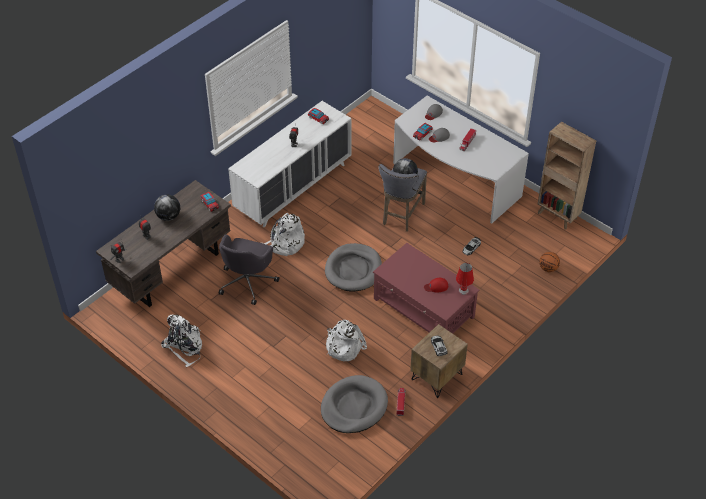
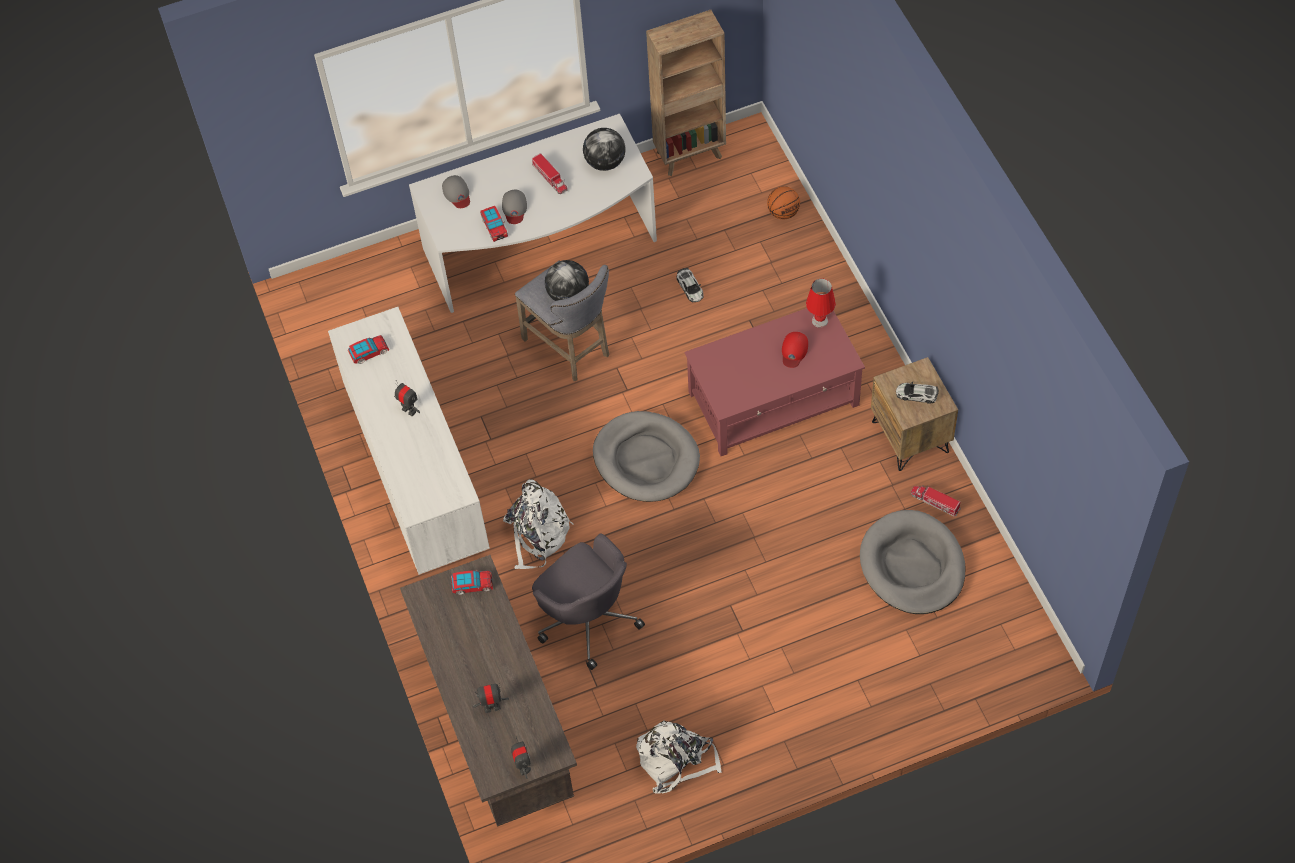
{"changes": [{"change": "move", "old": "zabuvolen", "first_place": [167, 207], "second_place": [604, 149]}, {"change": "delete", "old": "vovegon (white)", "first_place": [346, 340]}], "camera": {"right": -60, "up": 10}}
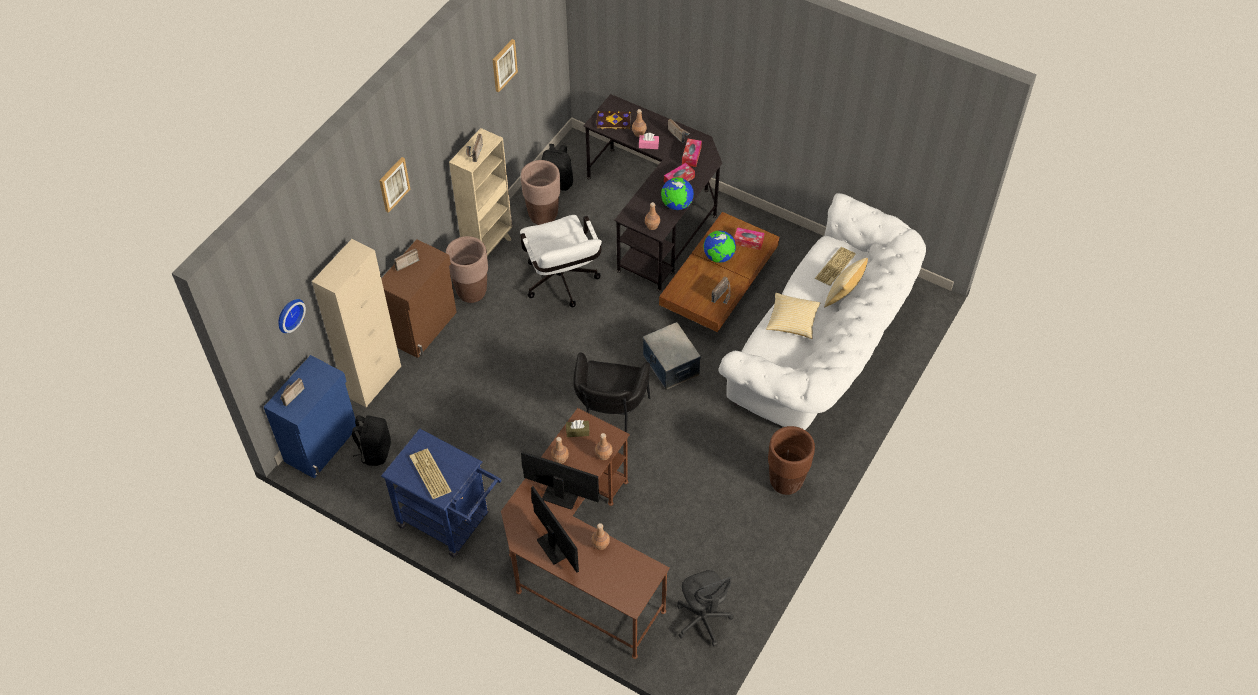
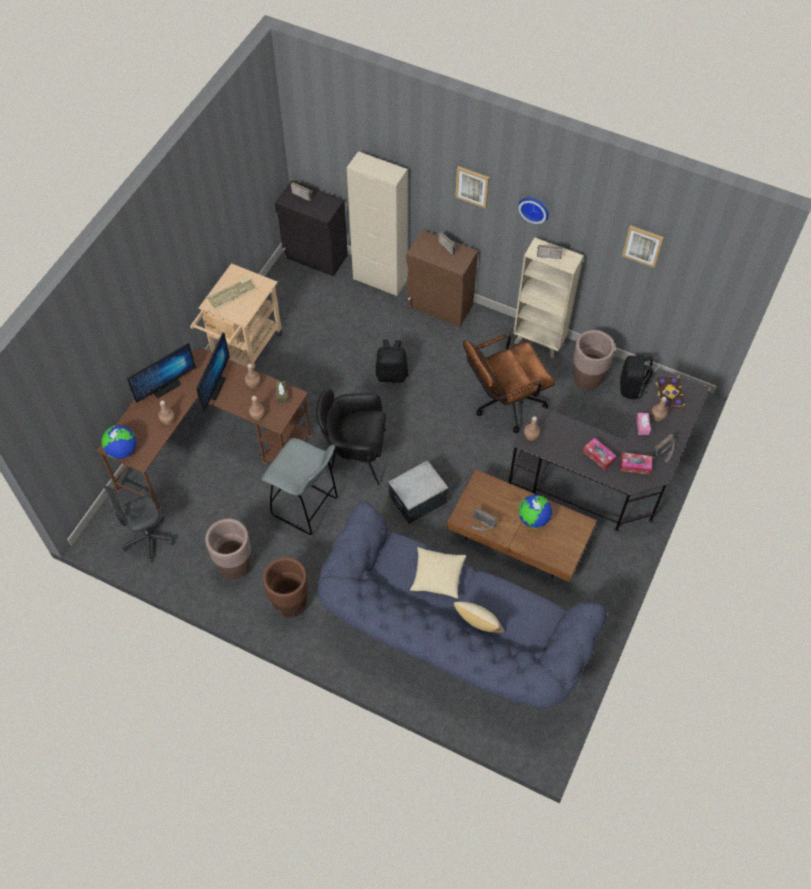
{"changes": [{"change": "move", "old": "zabuvolen", "first_place": [677, 193], "second_place": [119, 442]}, {"change": "recolor", "old": "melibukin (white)", "new": "melibukin (blue)", "first_place": [822, 311], "second_place": [462, 605]}, {"change": "recolor", "old": "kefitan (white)", "new": "kefitan (brown)", "first_place": [561, 261], "second_place": [509, 383]}, {"change": "delete", "old": "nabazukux", "first_place": [749, 238]}, {"change": "move", "old": "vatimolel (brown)", "first_place": [467, 269], "second_place": [228, 549]}, {"change": "delete", "old": "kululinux", "first_place": [835, 266]}, {"change": "move", "old": "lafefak", "first_place": [292, 316], "second_place": [533, 211]}, {"change": "recolor", "old": "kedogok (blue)", "new": "kedogok (black)", "first_place": [310, 416], "second_place": [311, 228]}, {"change": "move", "old": "vovegon (black)", "first_place": [371, 440], "second_place": [392, 361]}, {"change": "recolor", "old": "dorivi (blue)", "new": "dorivi (beige)", "first_place": [441, 493], "second_place": [236, 316]}, {"change": "insert", "new": "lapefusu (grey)", "second_place": [300, 487]}], "camera": {"right": 85, "up": 5}}
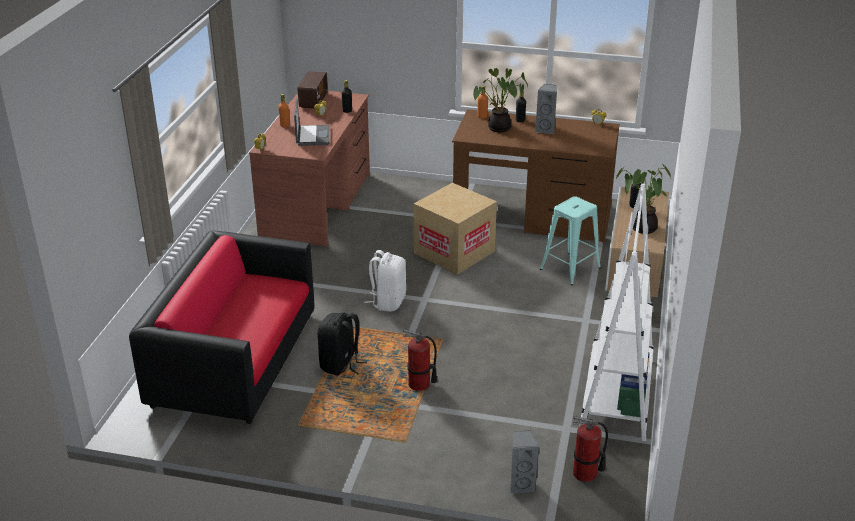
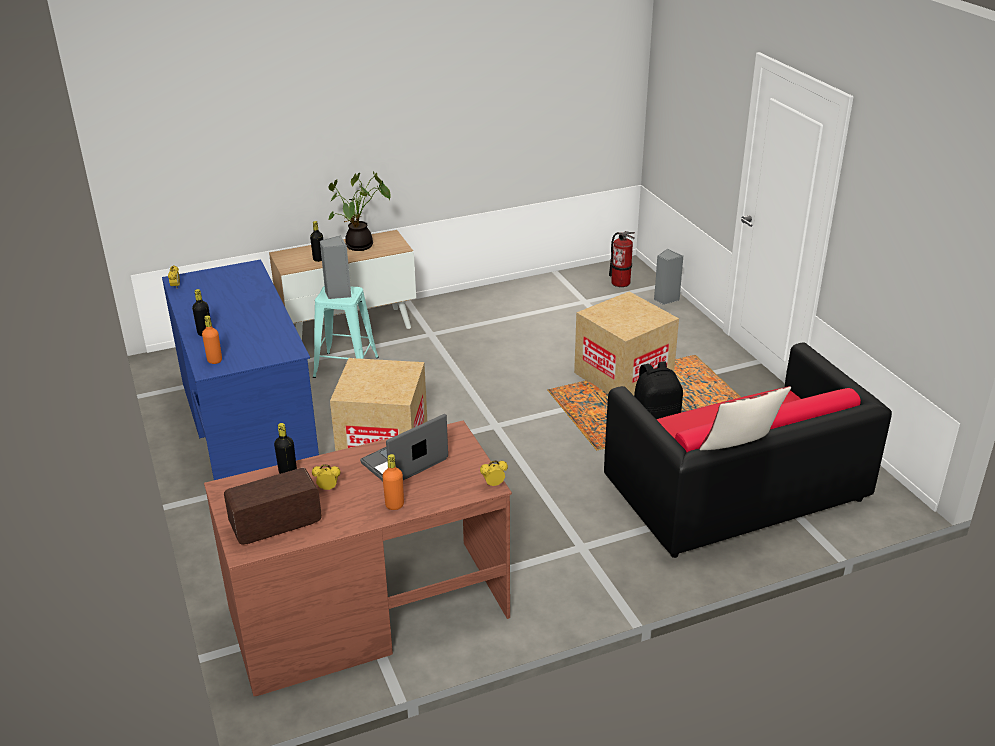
{"changes": [{"change": "delete", "old": "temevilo", "first_place": [500, 100]}, {"change": "move", "old": "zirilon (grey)", "first_place": [546, 109], "second_place": [335, 267]}, {"change": "recolor", "old": "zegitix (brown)", "new": "zegitix (blue)", "first_place": [536, 176], "second_place": [240, 369]}, {"change": "delete", "old": "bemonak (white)", "first_place": [617, 312]}, {"change": "delete", "old": "vovegon (white)", "first_place": [385, 281]}, {"change": "replace", "old": "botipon", "new": "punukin", "first_place": [420, 360], "second_place": [626, 343]}, {"change": "insert", "new": "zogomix", "second_place": [745, 418]}], "camera": {"right": -125, "up": 0}}
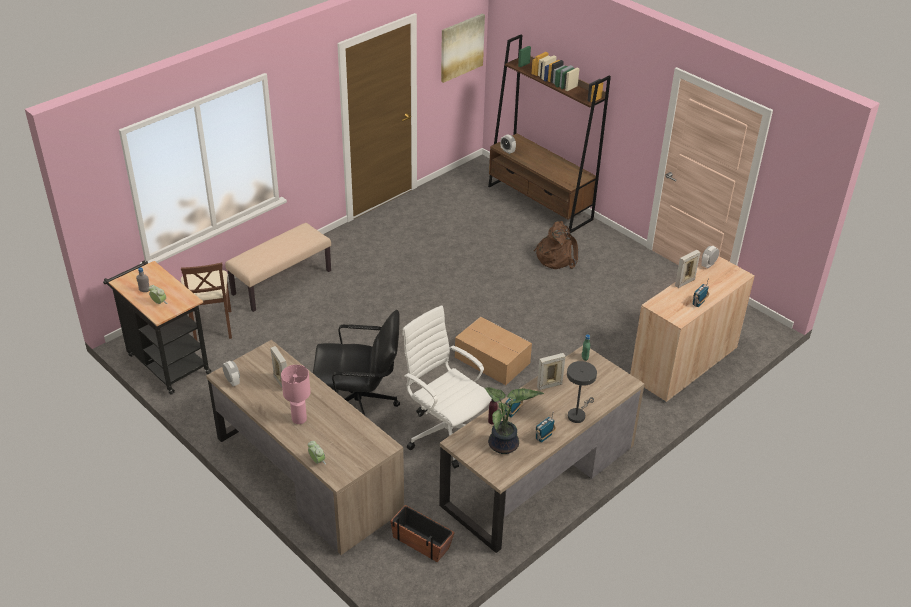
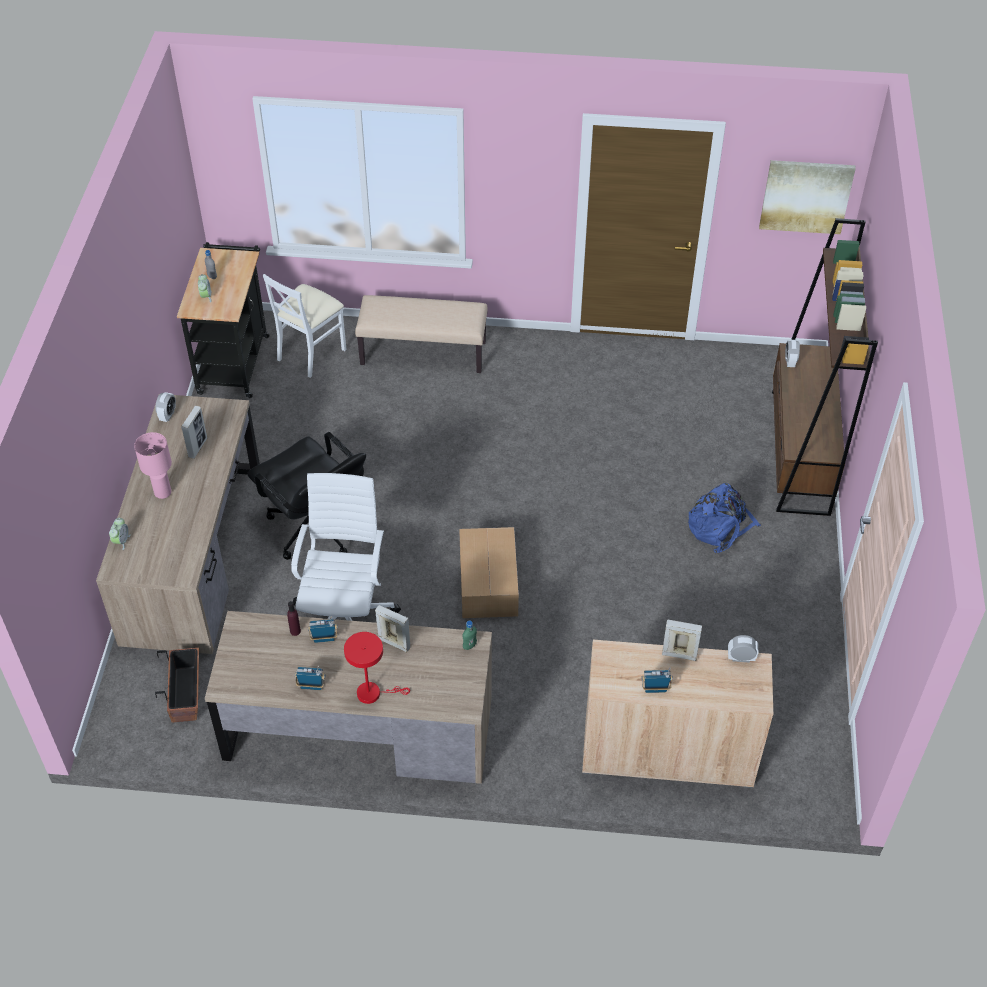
{"changes": [{"change": "recolor", "old": "vovegon (brown)", "new": "vovegon (blue)", "first_place": [556, 245], "second_place": [724, 518]}, {"change": "recolor", "old": "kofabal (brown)", "new": "kofabal (white)", "first_place": [206, 301], "second_place": [305, 326]}, {"change": "recolor", "old": "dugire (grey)", "new": "dugire (red)", "first_place": [582, 392], "second_place": [377, 668]}, {"change": "delete", "old": "temevilo", "first_place": [514, 420]}], "camera": {"right": 50, "up": 10}}
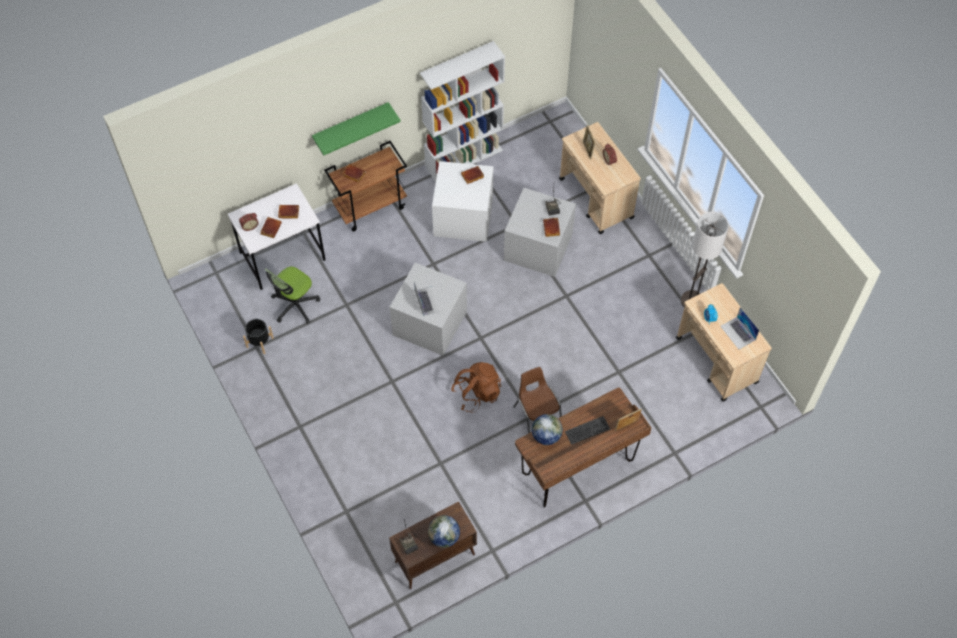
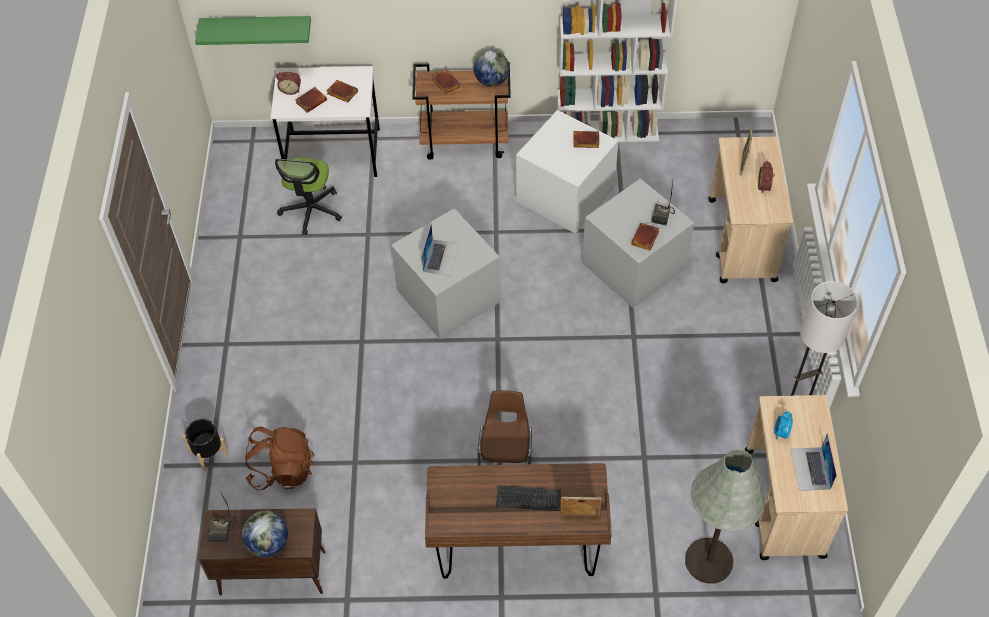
{"changes": [{"change": "move", "old": "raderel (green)", "first_place": [356, 129], "second_place": [253, 30]}, {"change": "rotate", "old": "kefitan", "first_place": [292, 295], "second_place": [308, 196], "degrees": -60}, {"change": "move", "old": "vatimolel (black)", "first_place": [258, 336], "second_place": [205, 445]}, {"change": "move", "old": "vovegon (brown)", "first_place": [476, 387], "second_place": [279, 458]}, {"change": "move", "old": "zabuvolen", "first_place": [547, 429], "second_place": [492, 68]}, {"change": "insert", "new": "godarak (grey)", "second_place": [725, 516]}], "camera": {"right": 30, "up": -5}}
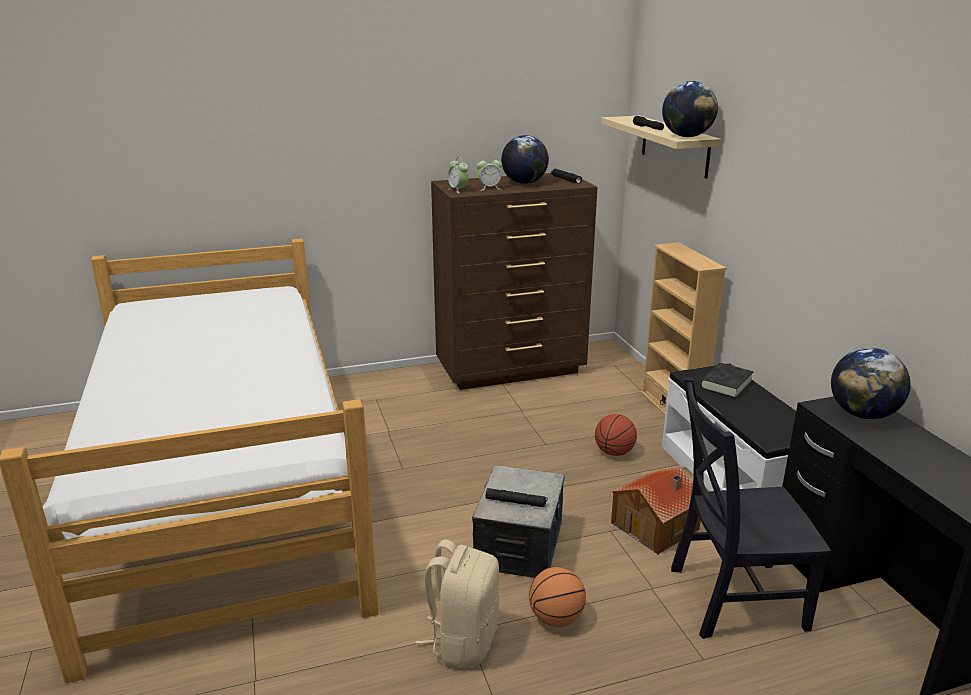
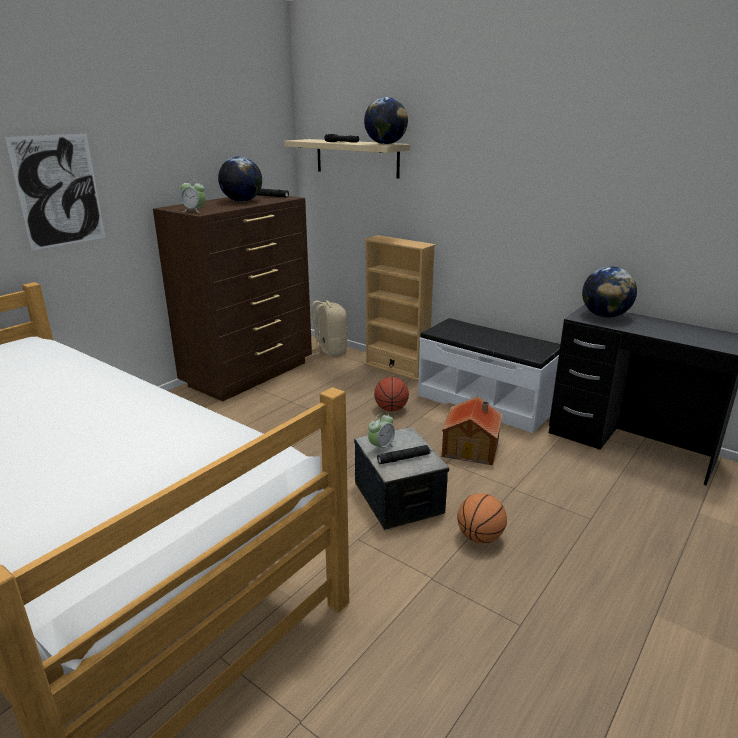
{"changes": [{"change": "move", "old": "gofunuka", "first_place": [489, 173], "second_place": [381, 434]}, {"change": "delete", "old": "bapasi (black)", "first_place": [727, 380]}, {"change": "delete", "old": "kofabal (black)", "first_place": [751, 508]}, {"change": "move", "old": "vovegon (beige)", "first_place": [457, 603], "second_place": [329, 328]}, {"change": "insert", "new": "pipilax", "second_place": [55, 192]}], "camera": {"right": -35, "up": 0}}
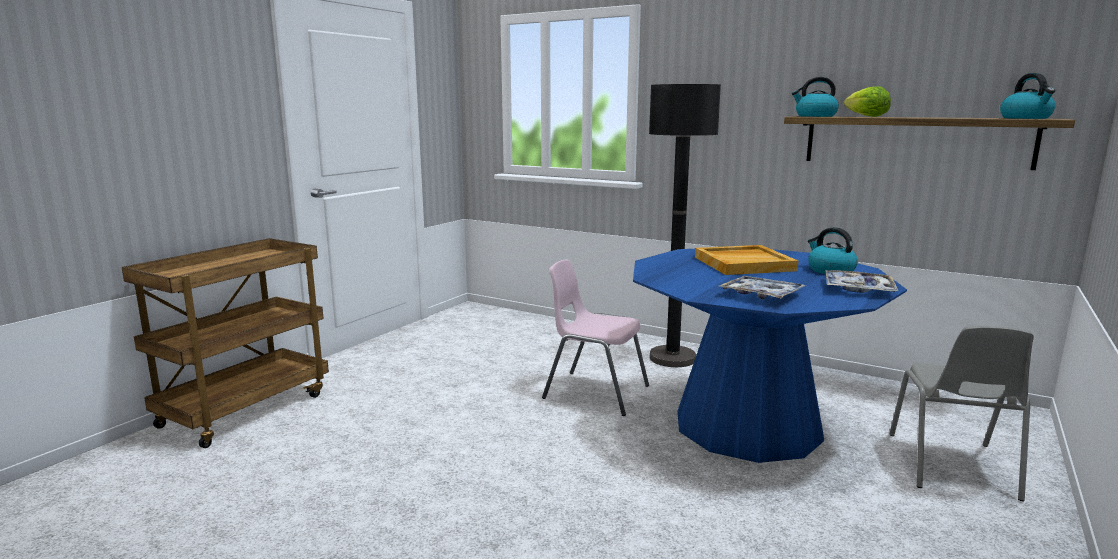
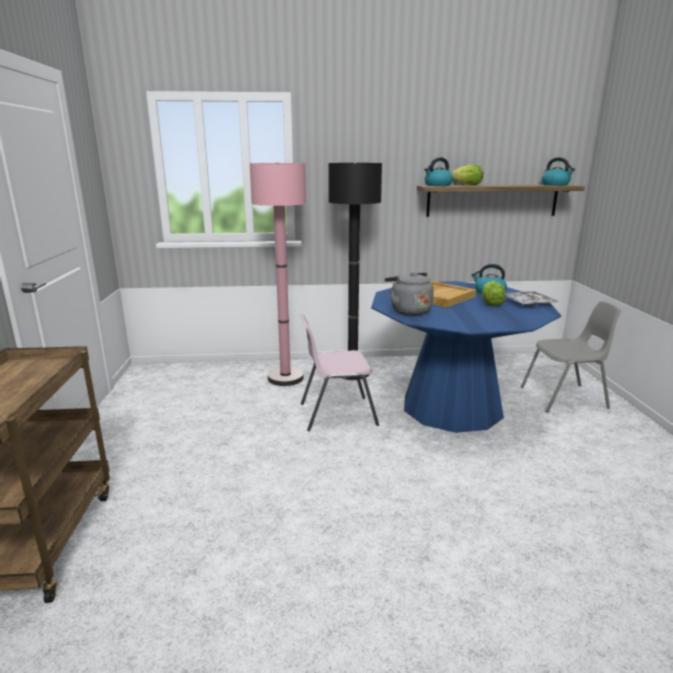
{"changes": [{"change": "delete", "old": "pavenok", "first_place": [762, 287]}, {"change": "rotate", "old": "kofabal (grey)", "first_place": [962, 413], "second_place": [571, 357], "degrees": -75}, {"change": "insert", "new": "godarak (pink)", "second_place": [278, 274]}, {"change": "insert", "new": "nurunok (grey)", "second_place": [409, 293]}, {"change": "insert", "new": "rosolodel", "second_place": [493, 293]}], "camera": {"right": -35, "up": 5}}
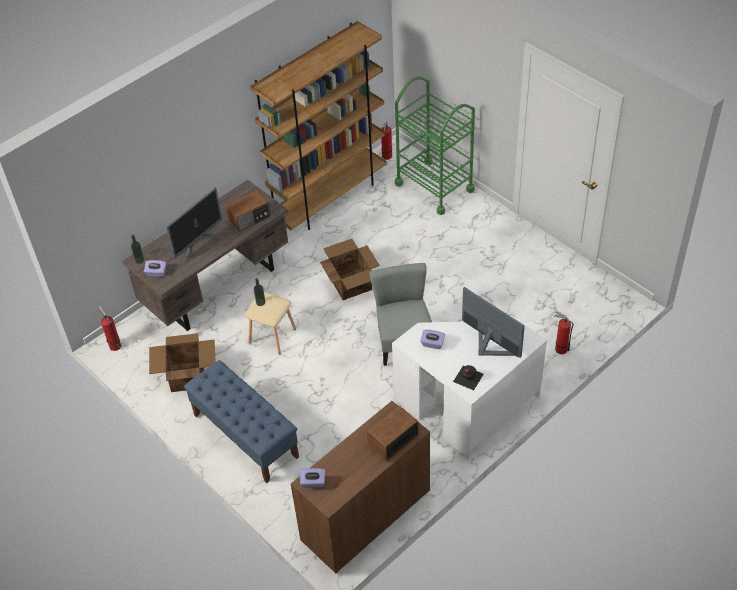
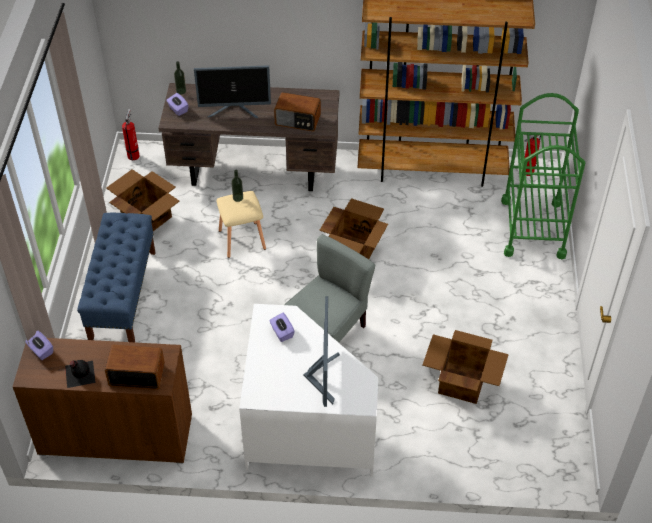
{"changes": [{"change": "delete", "old": "botipon", "first_place": [564, 332]}, {"change": "move", "old": "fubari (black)", "first_place": [468, 377], "second_place": [80, 374]}, {"change": "insert", "new": "punukin", "second_place": [466, 367]}], "camera": {"right": 45, "up": 0}}
